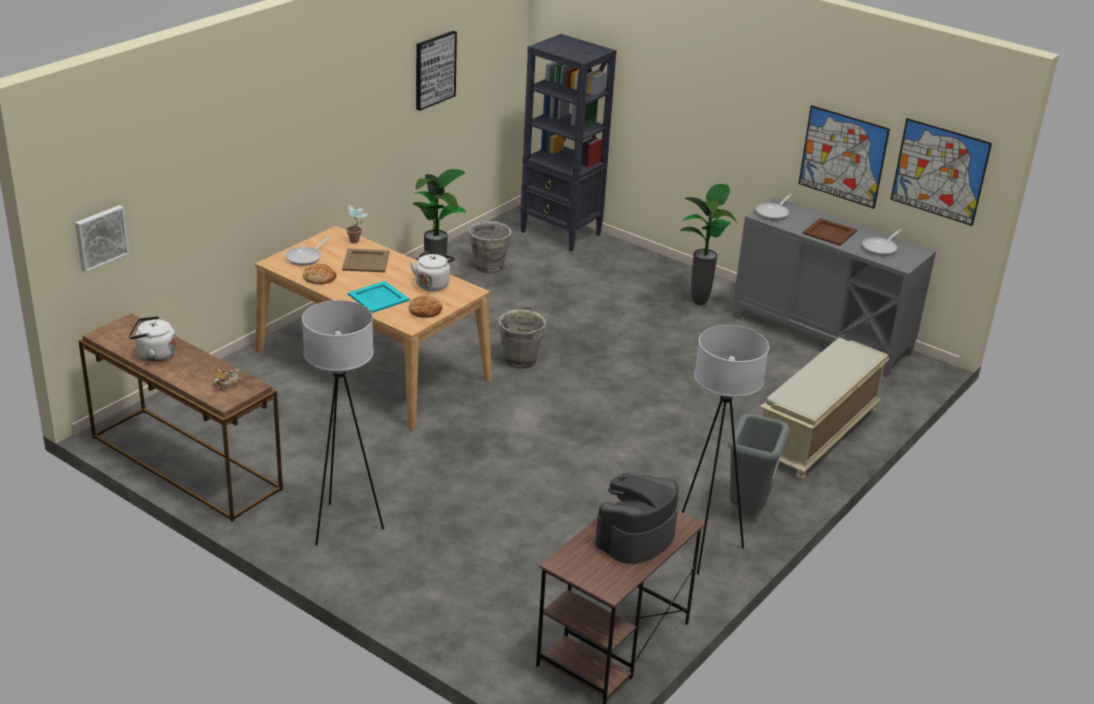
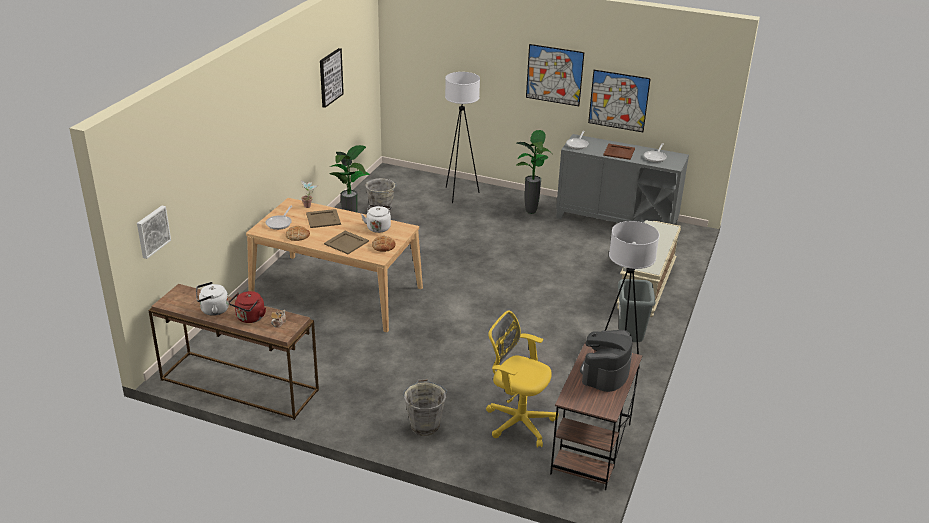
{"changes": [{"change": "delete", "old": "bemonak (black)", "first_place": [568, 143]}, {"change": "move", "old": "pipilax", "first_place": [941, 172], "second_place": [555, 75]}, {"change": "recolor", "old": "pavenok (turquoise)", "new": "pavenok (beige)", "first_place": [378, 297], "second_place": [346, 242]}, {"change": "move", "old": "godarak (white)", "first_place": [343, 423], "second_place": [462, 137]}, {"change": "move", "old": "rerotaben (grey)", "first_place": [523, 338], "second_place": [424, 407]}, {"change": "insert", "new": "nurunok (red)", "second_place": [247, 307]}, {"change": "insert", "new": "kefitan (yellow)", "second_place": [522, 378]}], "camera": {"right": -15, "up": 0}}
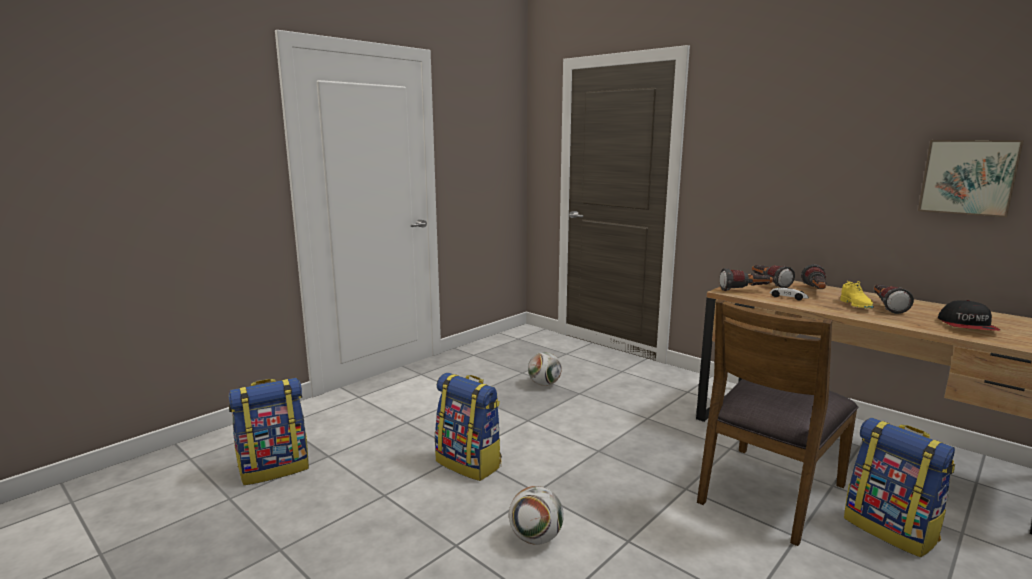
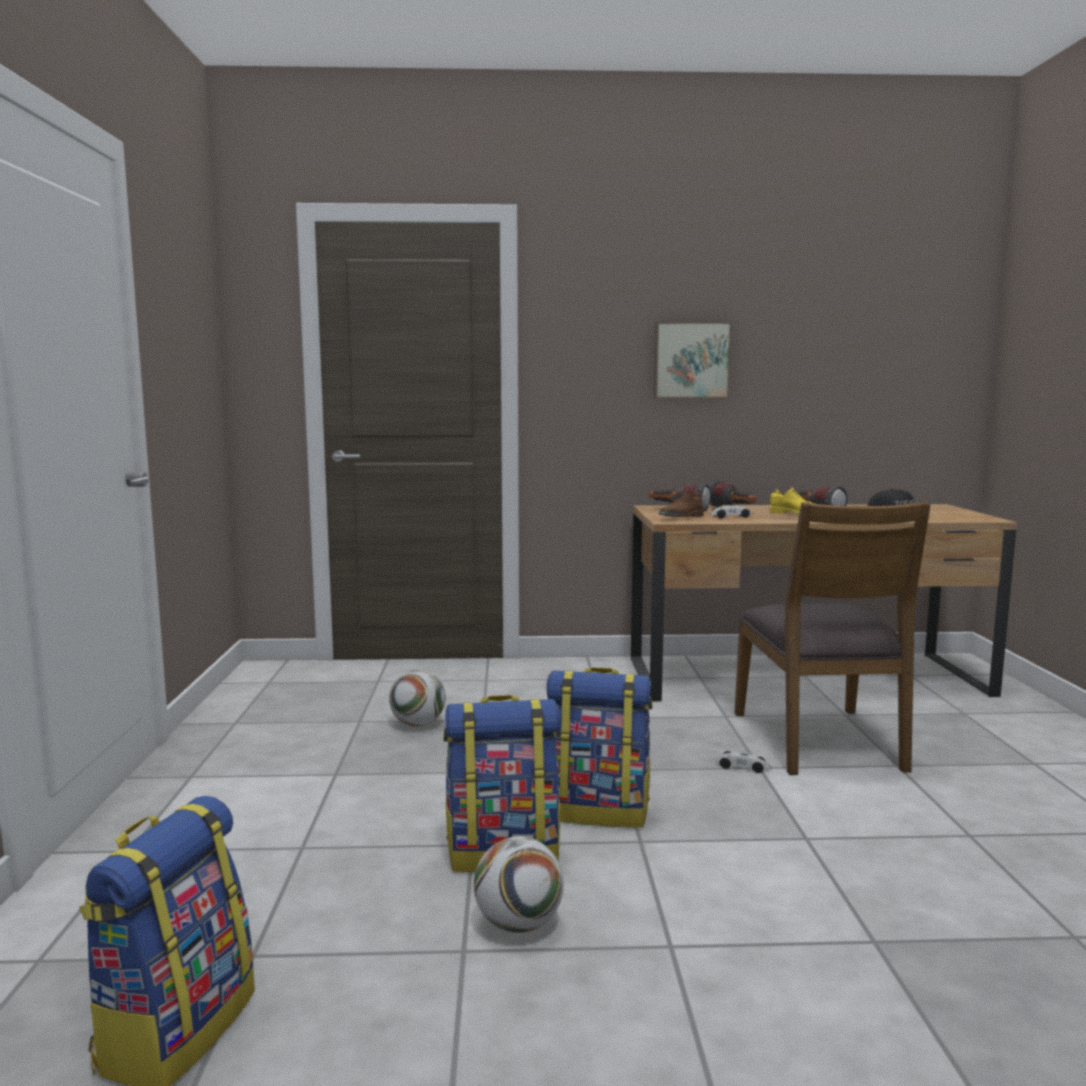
{"changes": [{"change": "move", "old": "pipilax", "first_place": [971, 178], "second_place": [693, 360]}, {"change": "replace", "old": "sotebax", "new": "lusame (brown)", "first_place": [746, 279], "second_place": [681, 503]}, {"change": "move", "old": "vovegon", "first_place": [899, 488], "second_place": [600, 747]}, {"change": "move", "old": "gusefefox", "first_place": [536, 515], "second_place": [519, 884]}, {"change": "insert", "new": "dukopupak", "second_place": [743, 762]}], "camera": {"right": -45, "up": -5}}
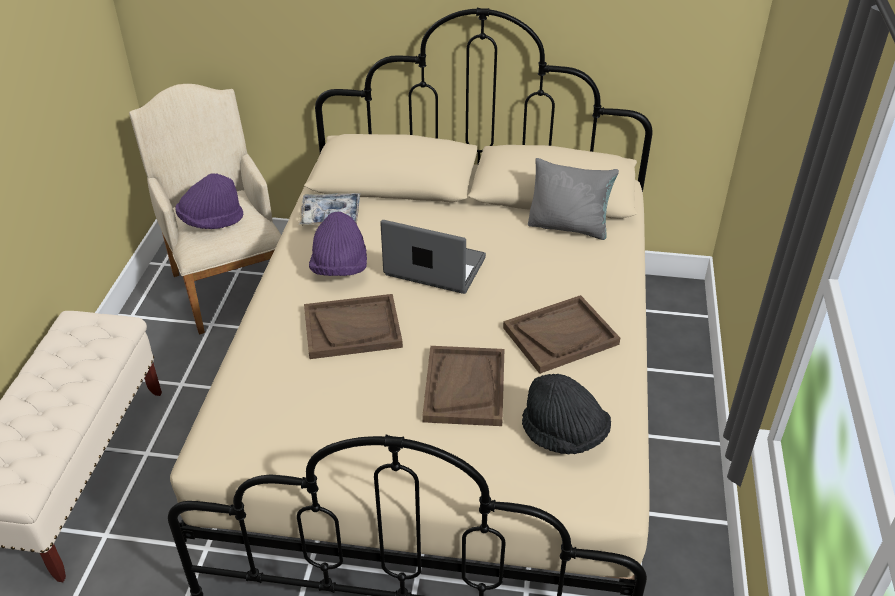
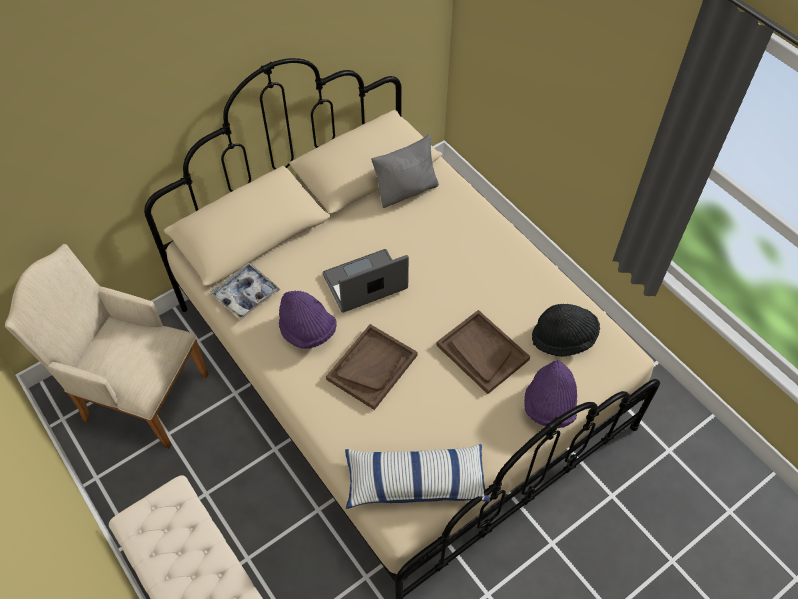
{"changes": [{"change": "move", "old": "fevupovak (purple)", "first_place": [209, 201], "second_place": [550, 394]}, {"change": "delete", "old": "pavenok (brown)", "first_place": [561, 334]}, {"change": "insert", "new": "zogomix", "second_place": [417, 476]}], "camera": {"right": -45, "up": 15}}
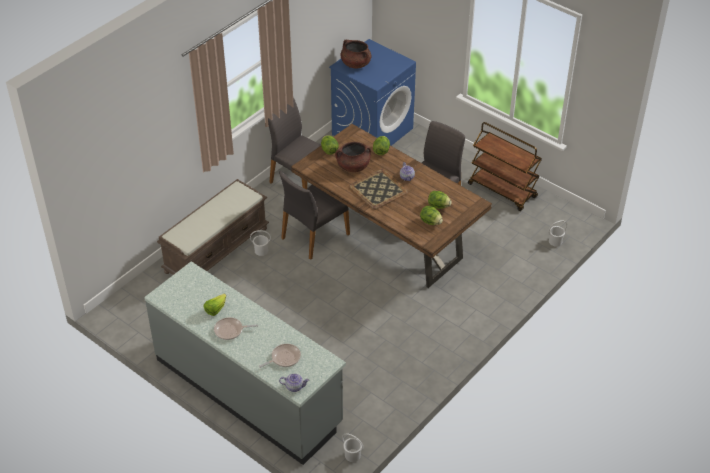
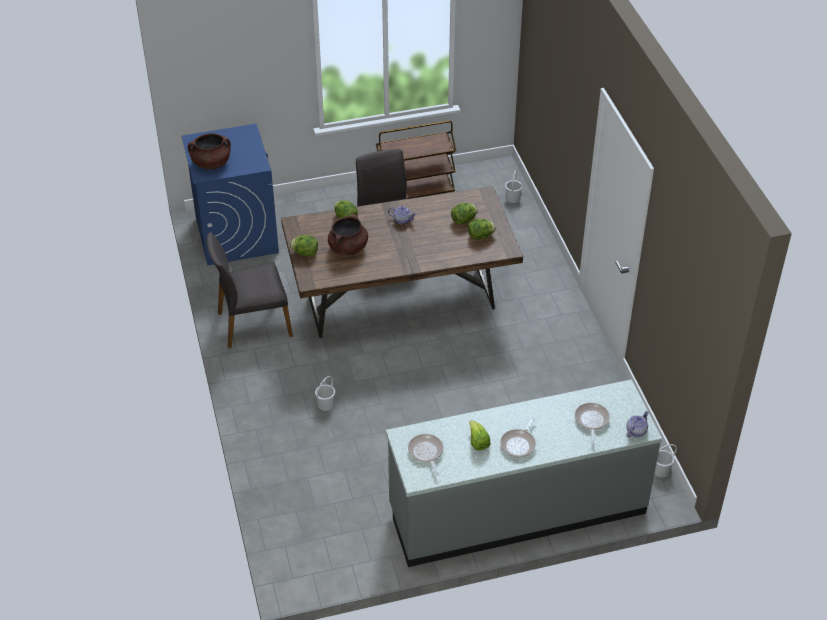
{"changes": [{"change": "delete", "old": "pavenok", "first_place": [378, 189]}, {"change": "delete", "old": "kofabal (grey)", "first_place": [314, 215]}, {"change": "delete", "old": "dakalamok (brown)", "first_place": [213, 227]}, {"change": "insert", "new": "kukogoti", "second_place": [425, 455]}], "camera": {"right": -55, "up": 0}}
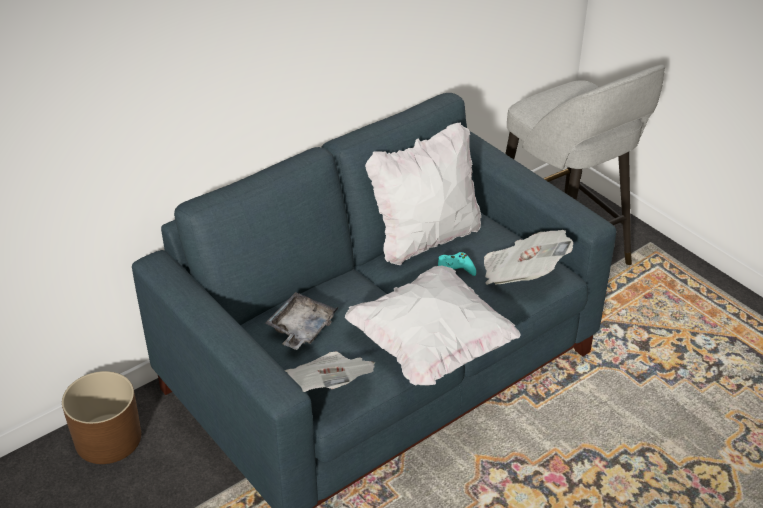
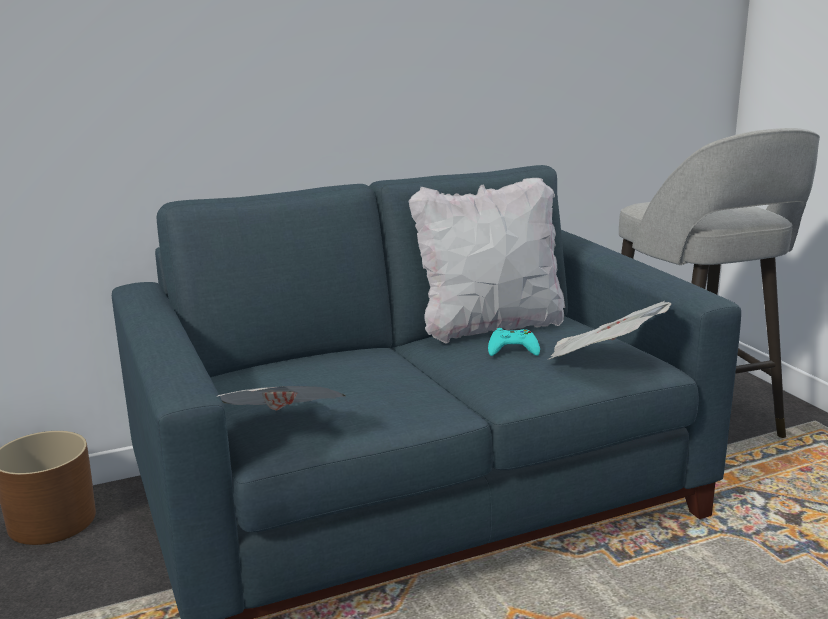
{"changes": [{"change": "delete", "old": "zogomix (white)", "first_place": [433, 326]}, {"change": "delete", "old": "pavenok (grey)", "first_place": [301, 321]}], "camera": {"right": 15, "up": -20}}
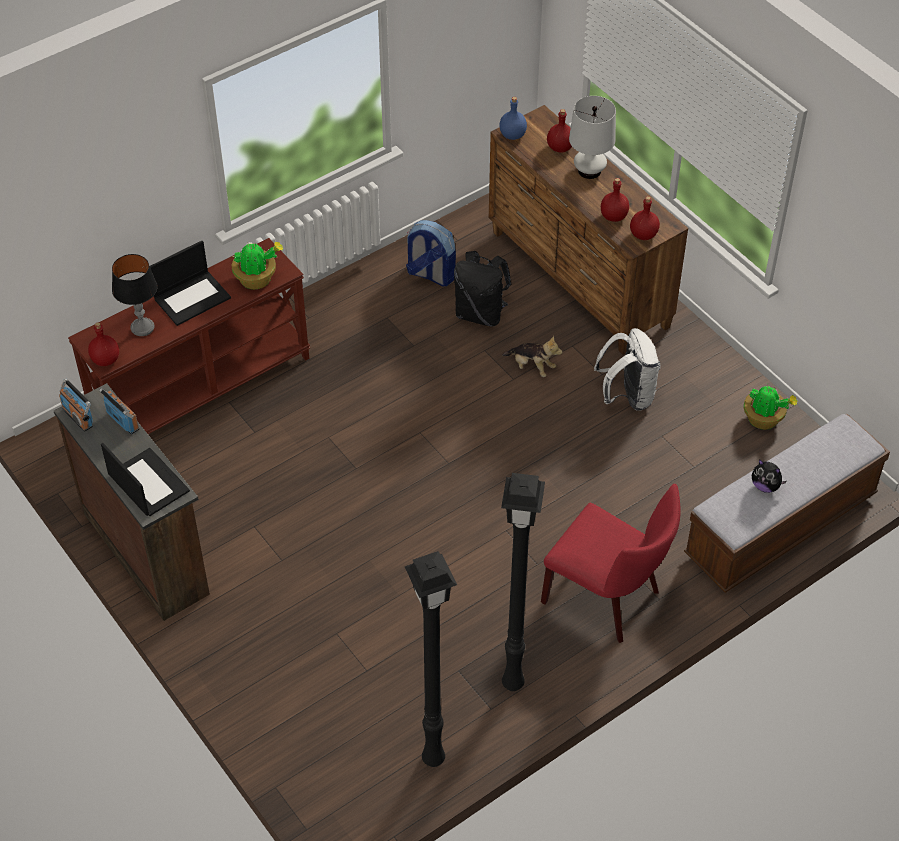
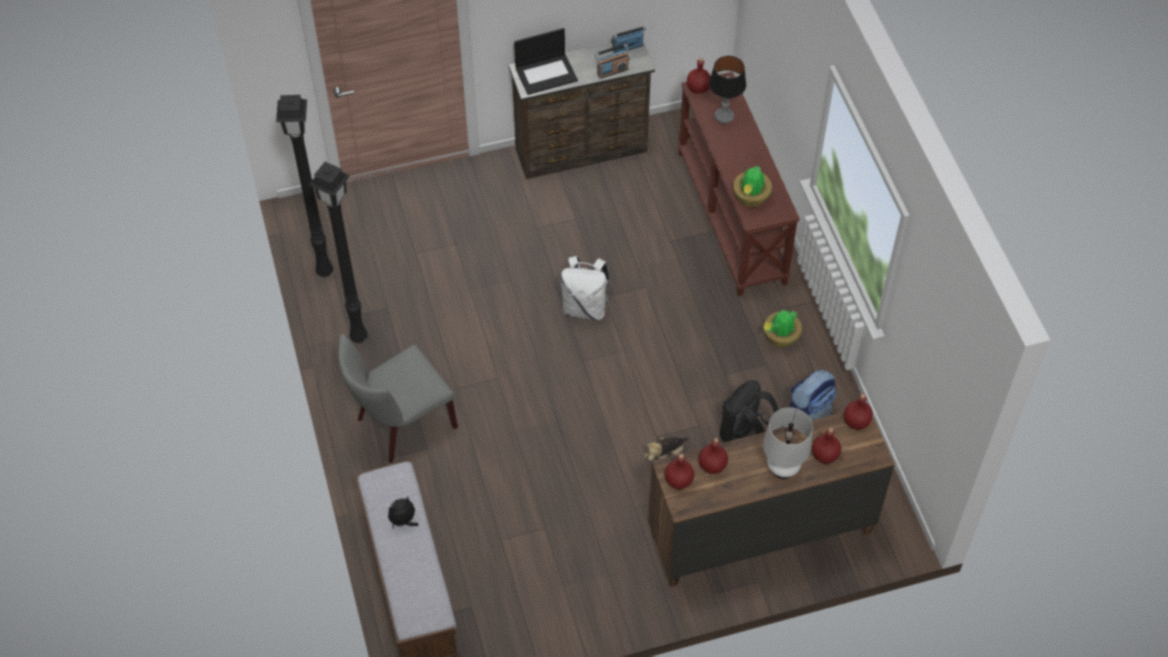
{"changes": [{"change": "recolor", "old": "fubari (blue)", "new": "fubari (red)", "first_place": [513, 118], "second_place": [858, 412]}, {"change": "delete", "old": "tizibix", "first_place": [190, 283]}, {"change": "move", "old": "vovegon (white)", "first_place": [627, 369], "second_place": [585, 288]}, {"change": "move", "old": "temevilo", "first_place": [771, 407], "second_place": [782, 328]}, {"change": "recolor", "old": "kofabal (red)", "new": "kofabal (grey)", "first_place": [611, 563], "second_place": [398, 398]}], "camera": {"right": 110, "up": 5}}
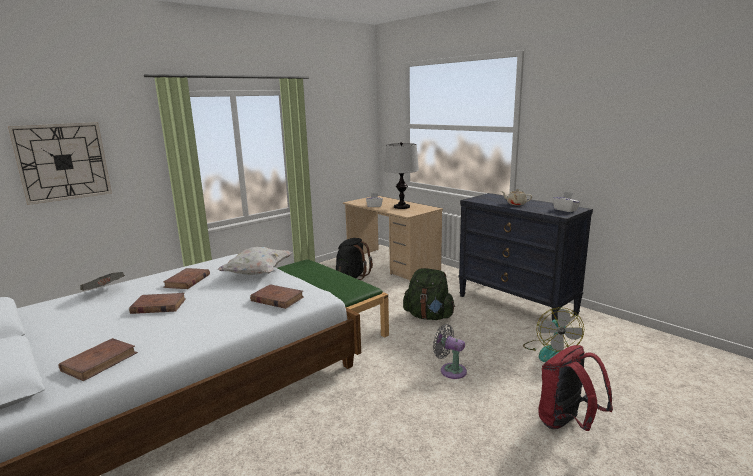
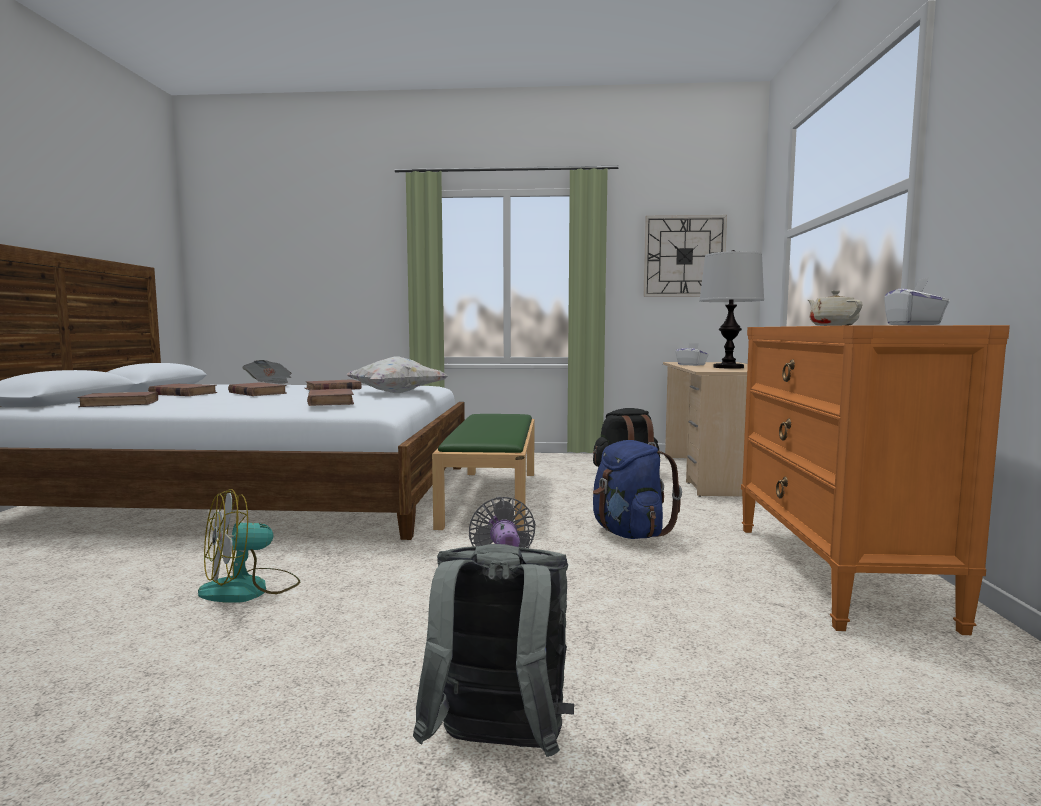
{"changes": [{"change": "move", "old": "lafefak", "first_place": [60, 163], "second_place": [685, 256]}, {"change": "recolor", "old": "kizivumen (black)", "new": "kizivumen (orange)", "first_place": [525, 256], "second_place": [875, 480]}, {"change": "recolor", "old": "vovegon (green)", "new": "vovegon (blue)", "first_place": [429, 294], "second_place": [637, 489]}, {"change": "move", "old": "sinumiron", "first_place": [553, 334], "second_place": [249, 546]}, {"change": "recolor", "old": "vovegon (red)", "new": "vovegon (grey)", "first_place": [575, 388], "second_place": [493, 650]}, {"change": "insert", "new": "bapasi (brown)", "second_place": [182, 390]}], "camera": {"right": 45, "up": -10}}
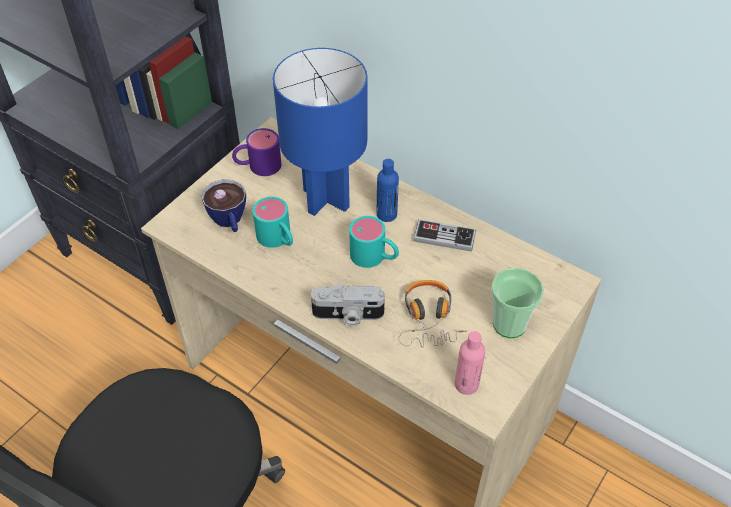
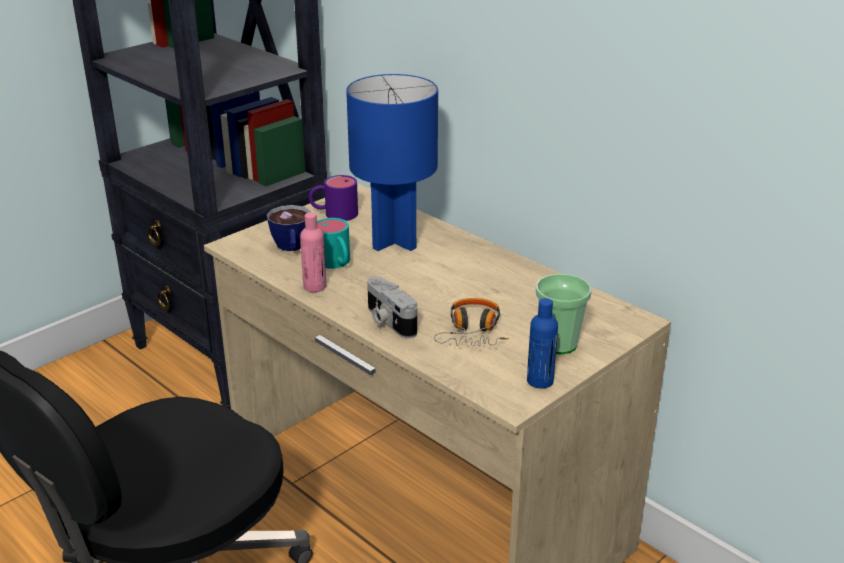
{"changes": [{"change": "move", "old": "fubari (blue)", "first_place": [388, 190], "second_place": [542, 343]}, {"change": "delete", "old": "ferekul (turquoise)", "first_place": [374, 242]}, {"change": "delete", "old": "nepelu", "first_place": [444, 235]}, {"change": "rotate", "old": "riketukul", "first_place": [348, 305], "second_place": [392, 307], "degrees": 45}, {"change": "move", "old": "fubari (pink)", "first_place": [470, 363], "second_place": [313, 252]}], "camera": {"right": 10, "up": -20}}
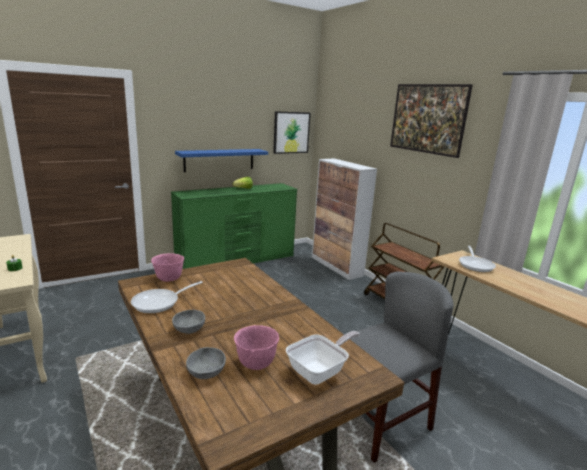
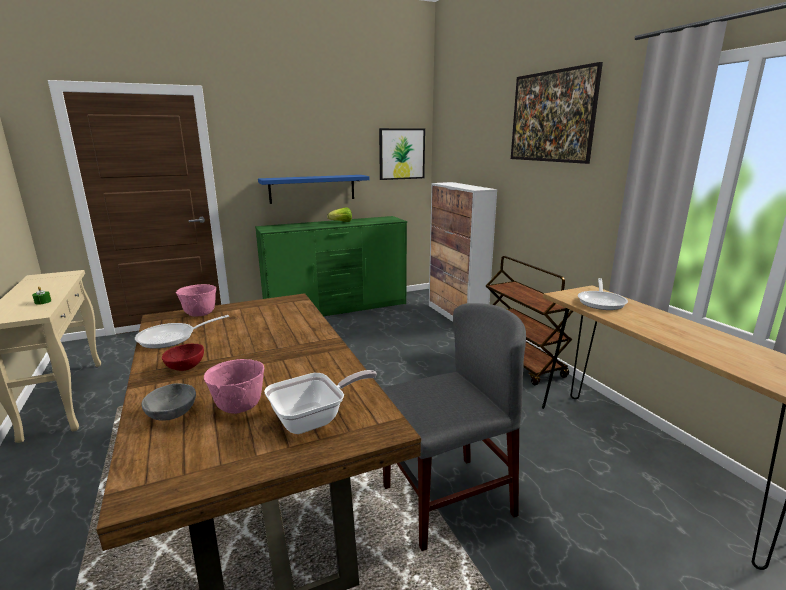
{"changes": [{"change": "recolor", "old": "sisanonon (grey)", "new": "sisanonon (red)", "first_place": [188, 322], "second_place": [183, 357]}], "camera": {"right": 10, "up": 0}}
